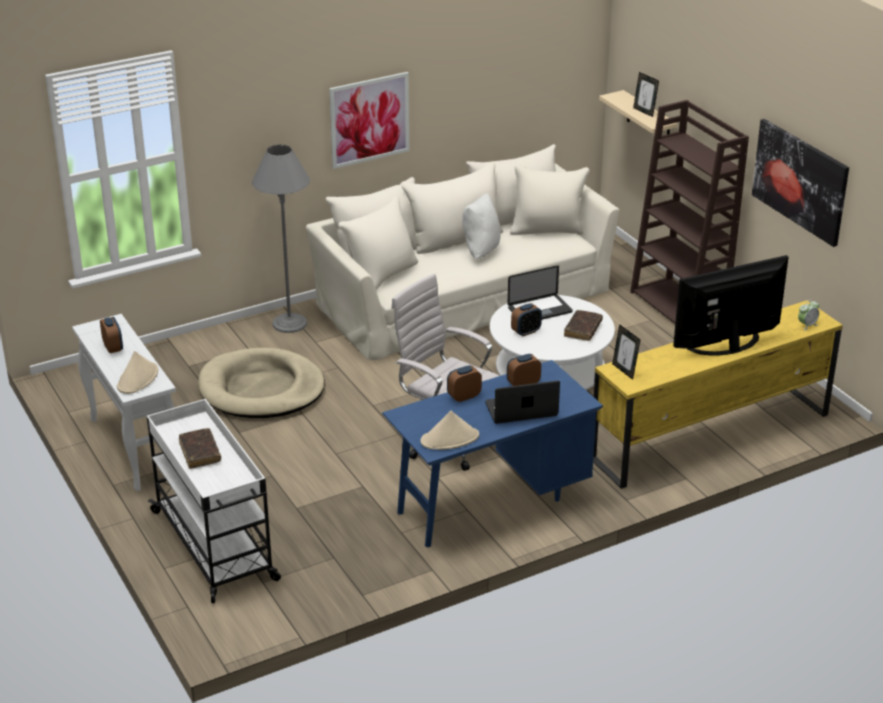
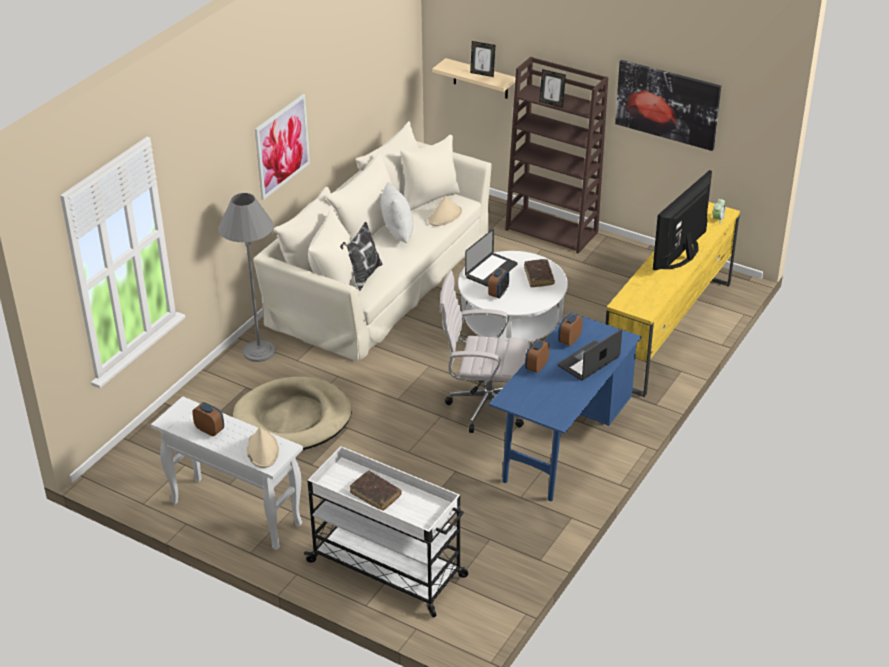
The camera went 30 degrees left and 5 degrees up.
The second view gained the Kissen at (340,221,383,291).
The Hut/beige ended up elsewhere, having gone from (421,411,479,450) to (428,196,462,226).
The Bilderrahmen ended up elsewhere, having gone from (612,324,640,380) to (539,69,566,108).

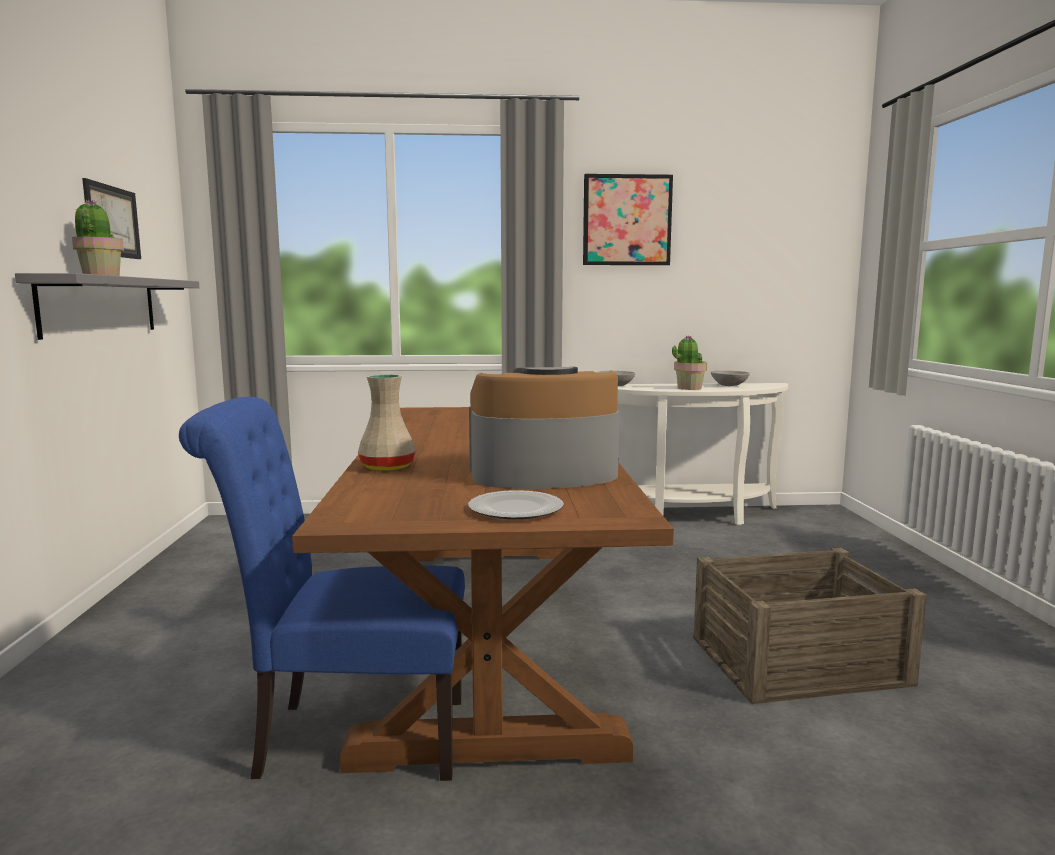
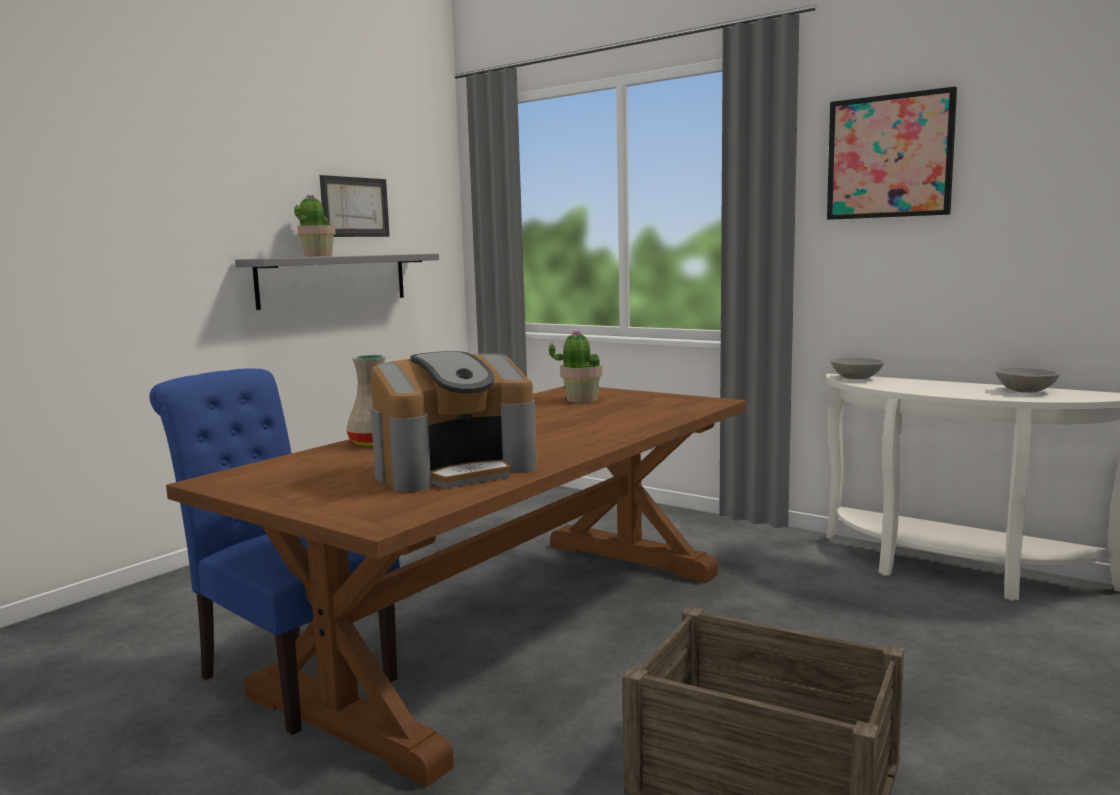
The camera went 40 degrees right and 0 degrees up.
The Kaffeemaschine at (469,367,619,489) ended up facing another way, 120 degrees clockwise from before.
The Topfpflanze ended up elsewhere, having gone from (672,335,707,390) to (549,331,603,403).
The second view lost the Teller at (468,490,564,519).

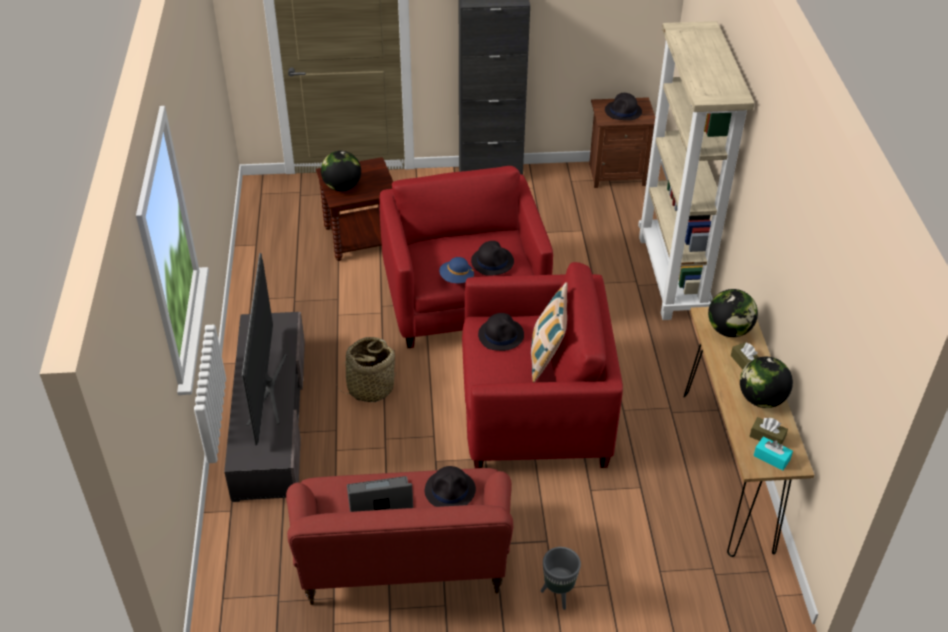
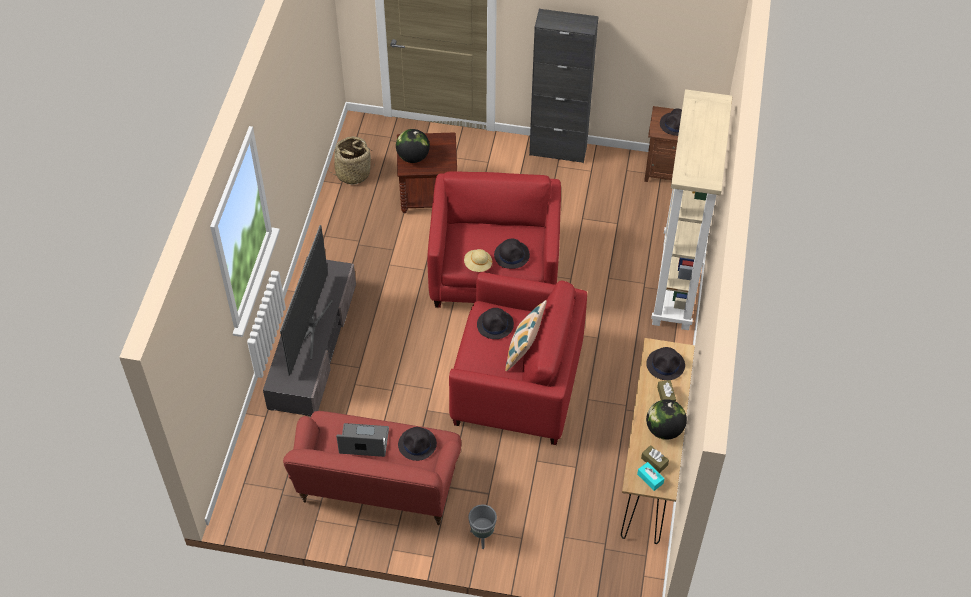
The camera went 15 degrees right and 10 degrees up.
The Korb ended up elsewhere, having gone from (335,337,398,402) to (327,136,374,185).
What was the Hut/blau at (439,257,474,283) turned into the Hut/beige at (464,249,493,272).
Where the Globus stood at (708,289,758,337), the Hut/schwarz came to stand at (646,347,685,380).

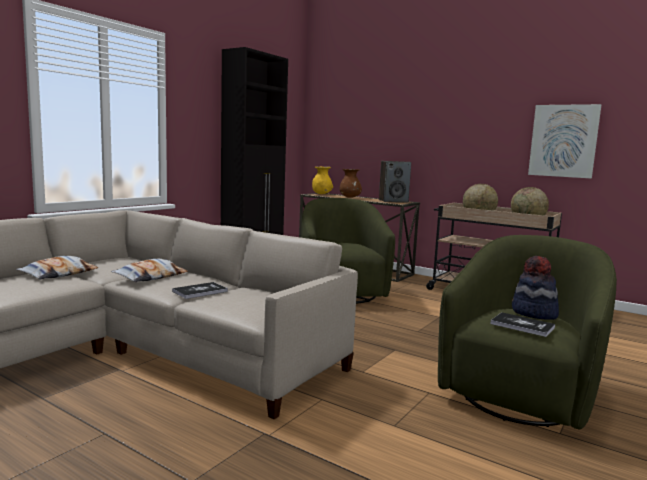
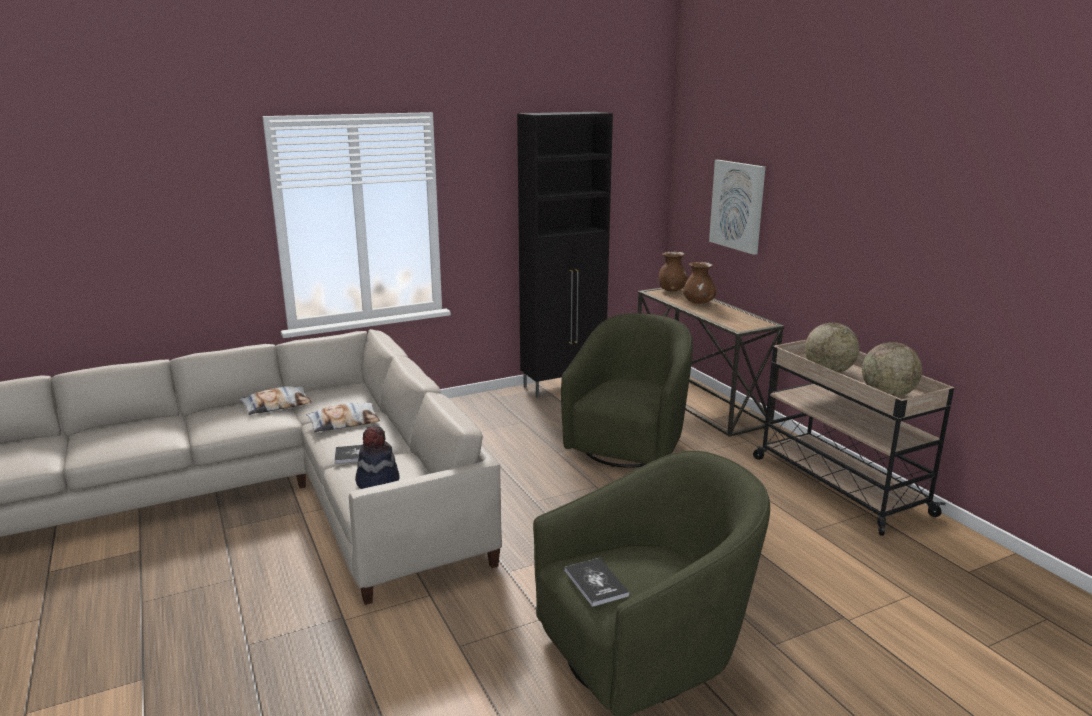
The camera went 30 degrees right and 10 degrees up.
The Hut ended up elsewhere, having gone from (512,256,559,320) to (355,425,400,489).
What was the Vase/gelb at (312,166,333,194) turned into the Vase/braun at (659,251,688,291).
The Bild ended up elsewhere, having gone from (528,104,601,178) to (709,160,765,255).
The second view lost the Lautsprecher at (379,161,411,203).

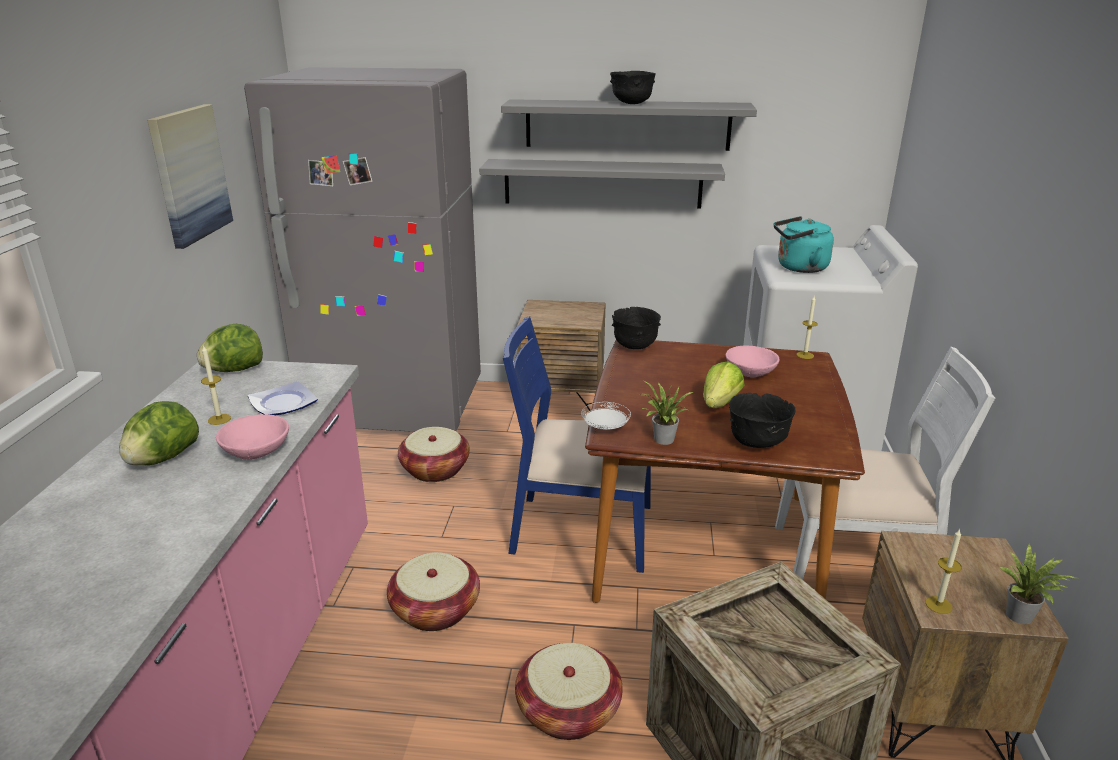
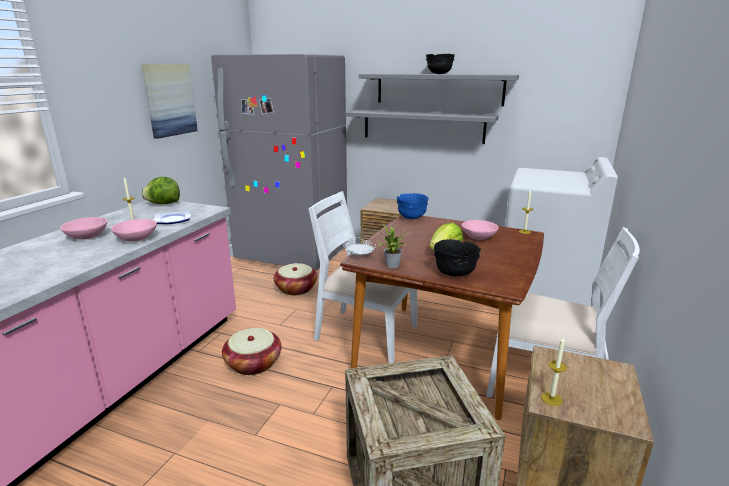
The camera went 15 degrees right and 5 degrees down.
Where the Salatkopf stood at (119,401,199,465), the Schüssel/rosa came to stand at (60,217,107,240).
What was the Stuhl/blau at (503,316,651,573) turned into the Stuhl/weiß at (308,191,417,363).
What was the Schüssel/schwarz at (612,307,661,349) turned into the Schüssel/blau at (397,193,429,219).
The second view lost the Korb at (515,643,623,740).
The second view lost the Wasserkessel/türkis at (774,216,834,273).
The second view lost the Topfpflanze at (1000,544,1077,624).

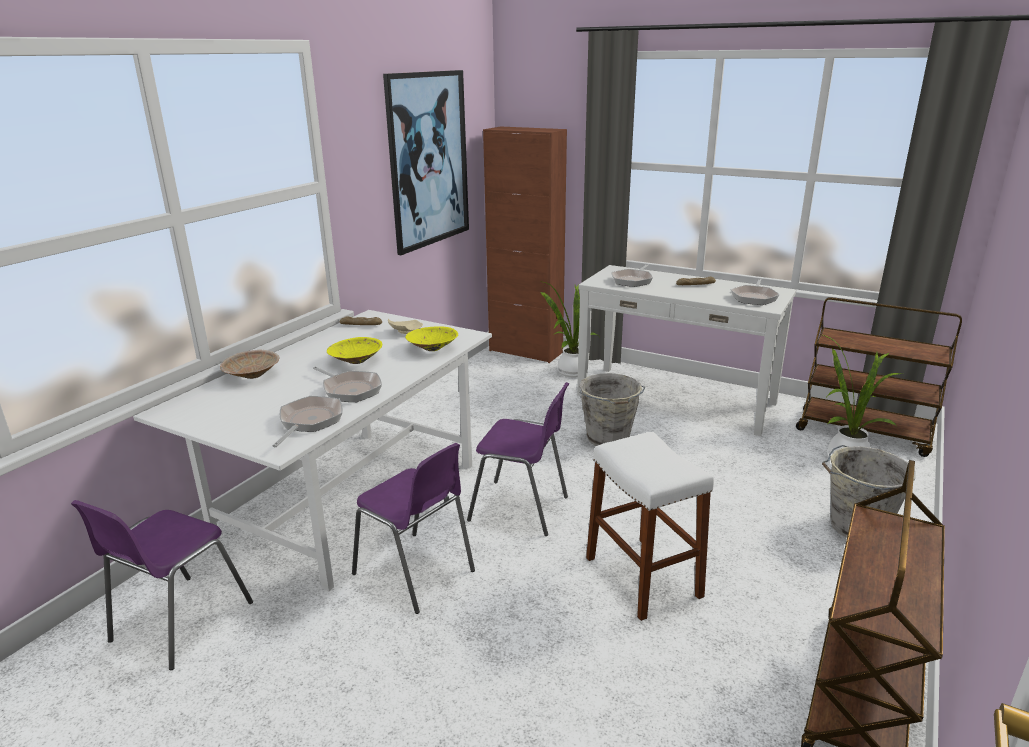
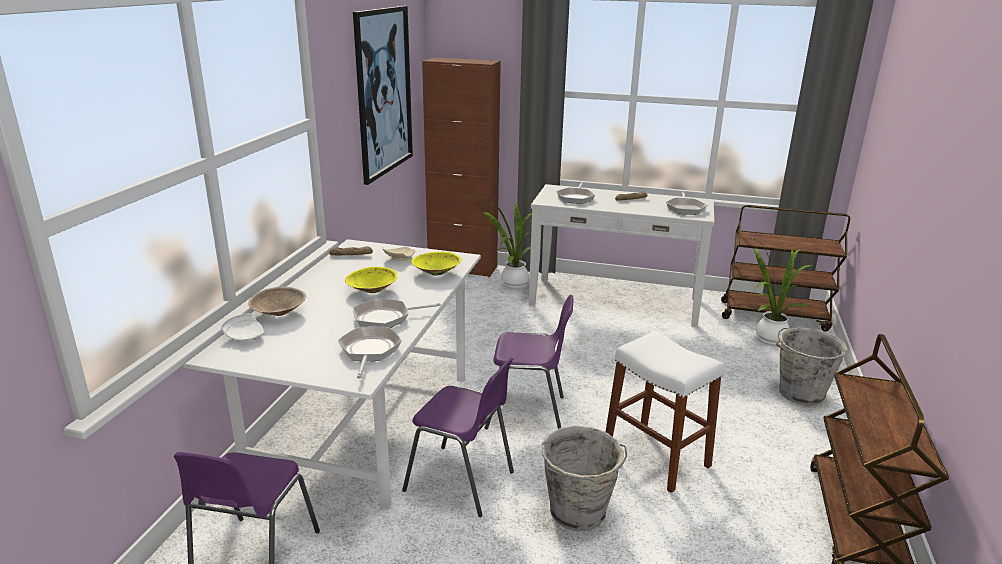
The camera went 15 degrees left and 0 degrees up.
The second view gained the Teller/weiß at (221,313,264,343).
The Pfanne at (313,366,382,402) ended up facing another way, 135 degrees clockwise from before.
The Eimer/grau ended up elsewhere, having gone from (579,373,645,446) to (542,426,627,531).

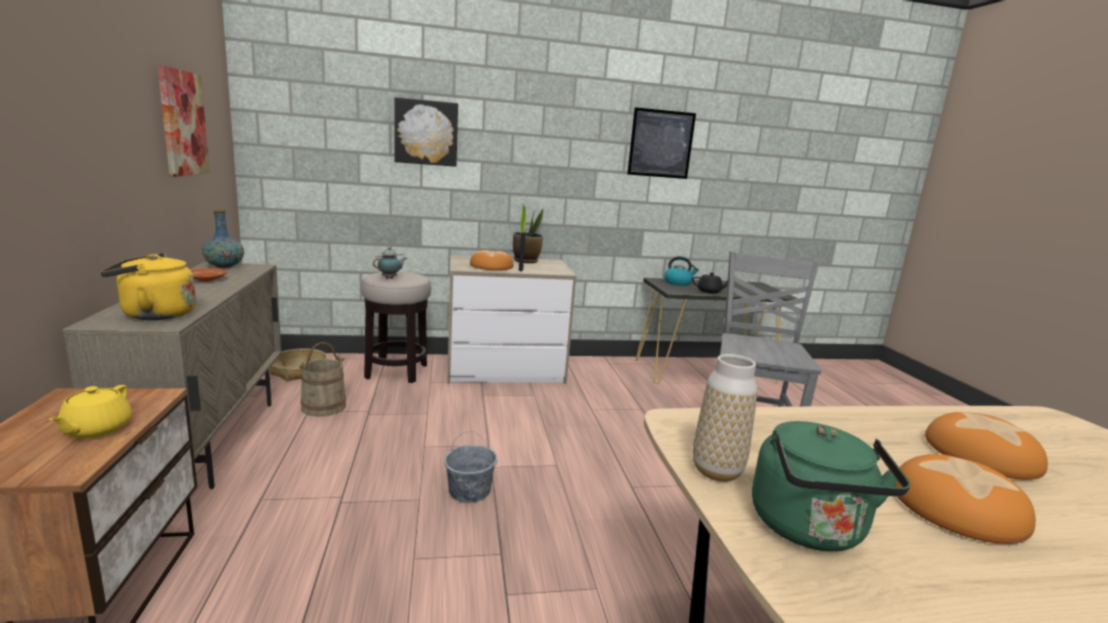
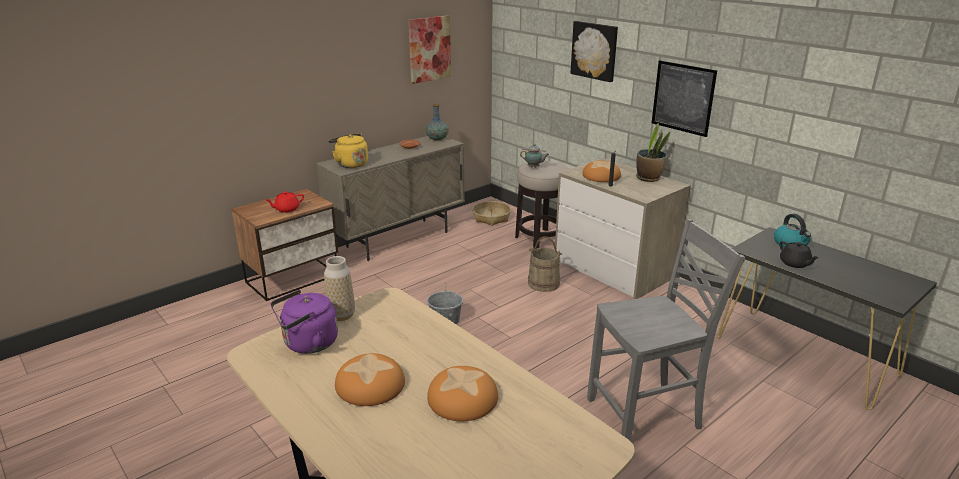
The camera went 60 degrees right and 10 degrees up.
What was the Teekanne/gelb at (49,385,132,439) turned into the Teekanne/rot at (266,191,304,213).
What was the Wasserkessel/grün at (752,421,910,551) turned into the Wasserkessel/lila at (271,290,338,354).
The Eimer/beige ended up elsewhere, having gone from (299,342,346,417) to (528,236,562,292).
The Bild ended up elsewhere, having gone from (627,107,696,179) to (652,60,717,137).

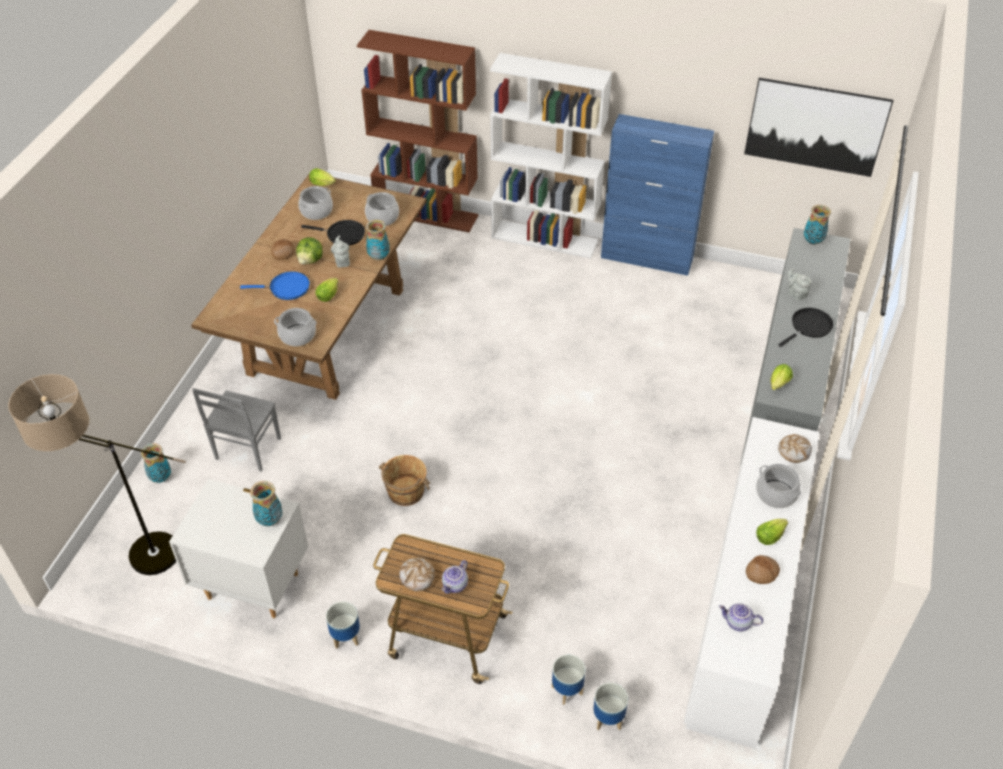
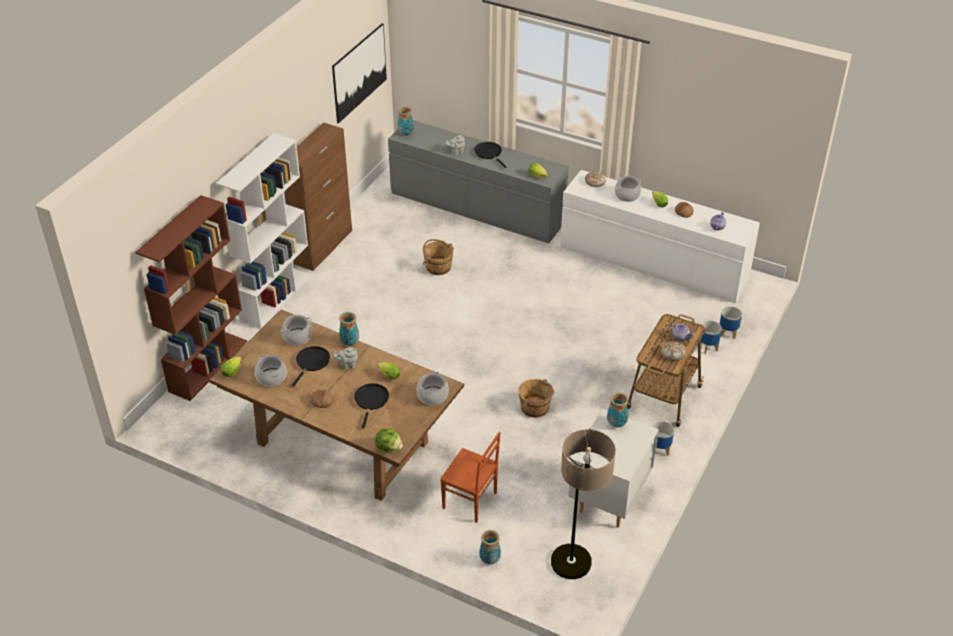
The camera went 80 degrees left and 5 degrees down.
What was the Schrank/blau at (601,114,714,276) turned into the Schrank/braun at (285,122,352,271).
What was the Pfanne/blau at (240,271,310,300) turned into the Pfanne/schwarz at (354,383,389,429).
The Salatkopf ended up elsewhere, having gone from (296,237,323,264) to (374,428,403,453).
The second view gained the Eimer/braun at (423,239,454,275).
What was the Stuhl/grau at (192,388,281,471) turned into the Stuhl/braun at (440,431,501,523).

